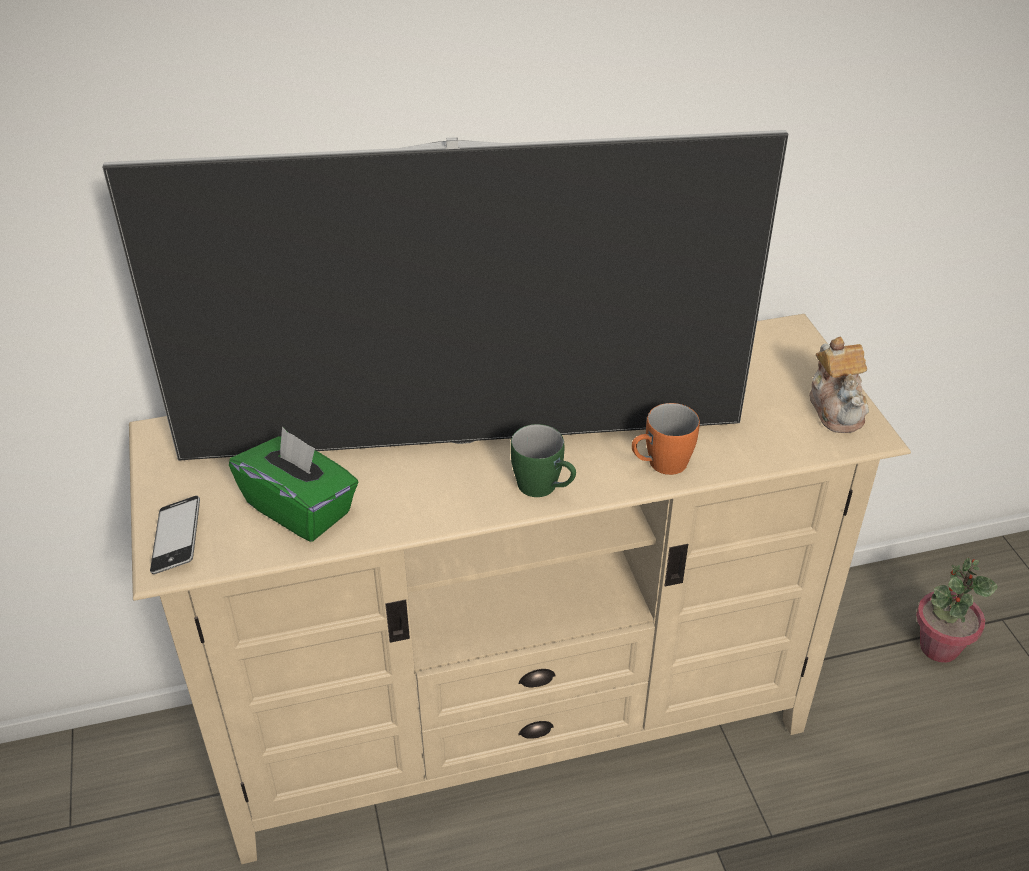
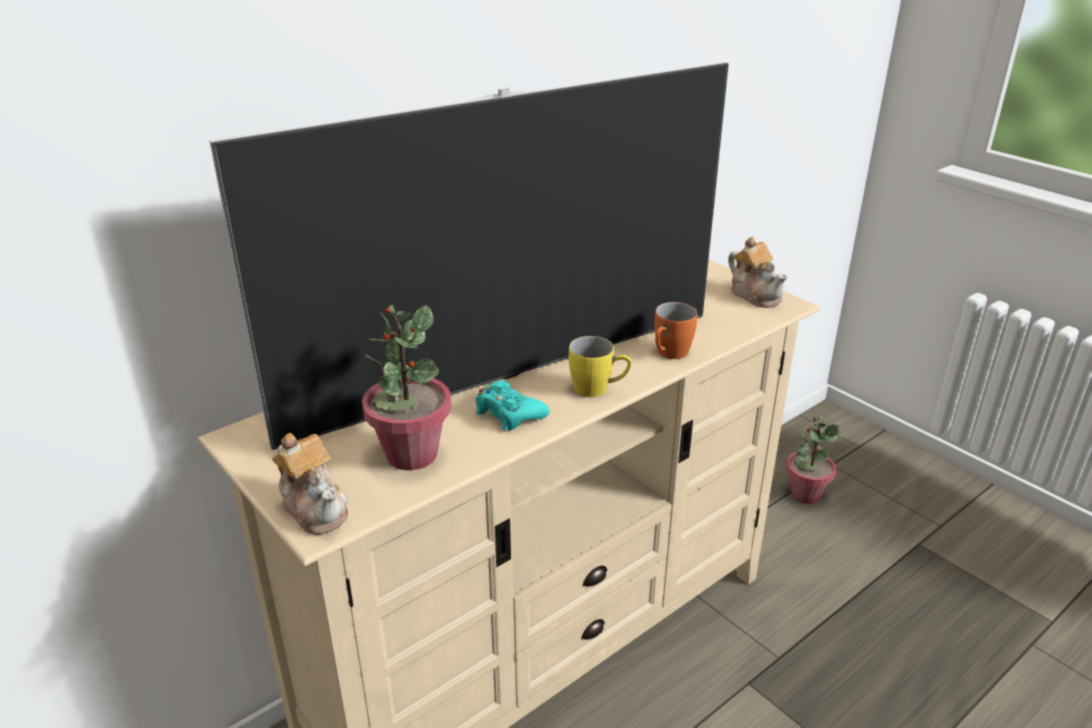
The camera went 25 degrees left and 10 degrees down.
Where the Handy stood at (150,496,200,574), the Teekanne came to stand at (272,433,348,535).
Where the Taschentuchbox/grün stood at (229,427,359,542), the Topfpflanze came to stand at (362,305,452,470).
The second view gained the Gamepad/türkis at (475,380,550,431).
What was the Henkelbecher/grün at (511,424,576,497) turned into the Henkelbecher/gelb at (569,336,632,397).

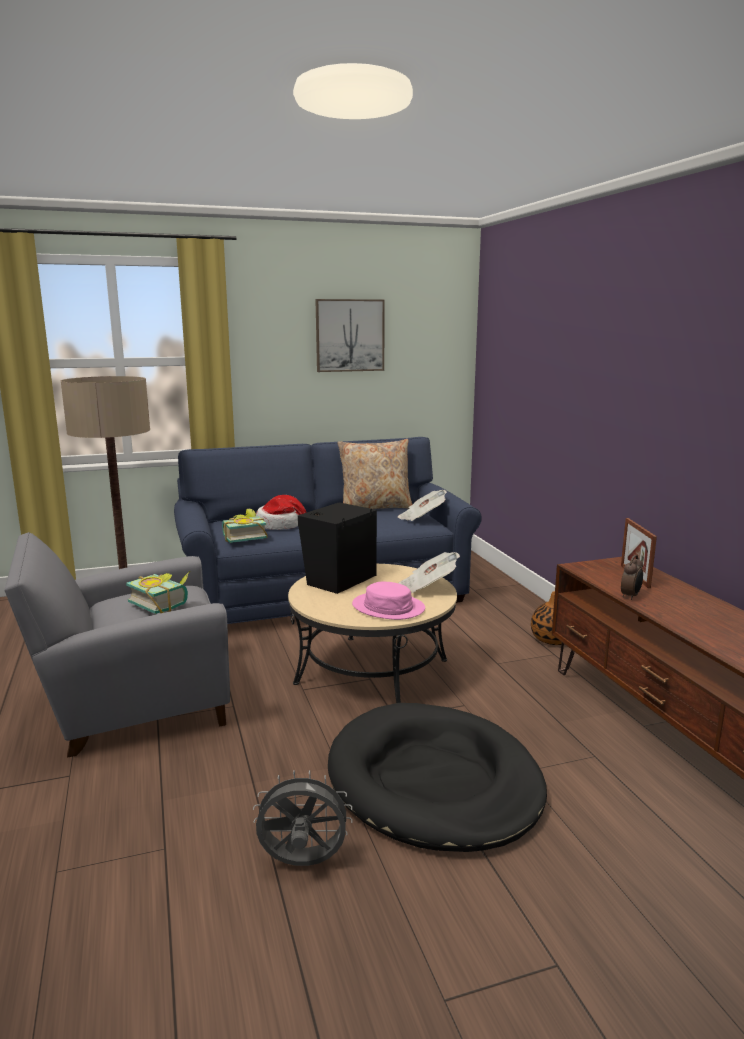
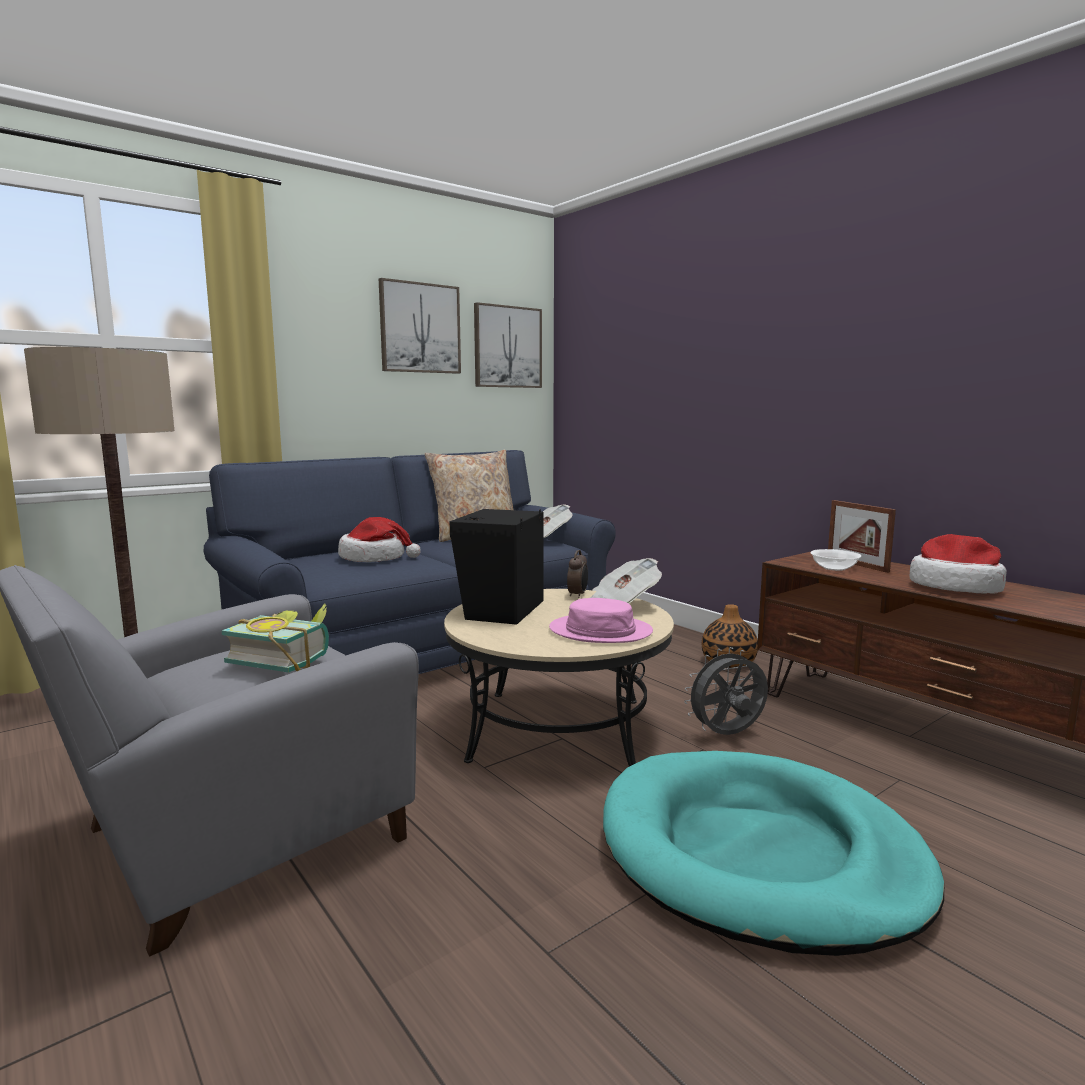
The camera went 20 degrees left and 5 degrees down.
The second view gained the Bild at (474,302,542,388).
The Wecker ended up elsewhere, having gone from (621,555,643,600) to (567,550,588,598).
What was the Hundebett/schwarz at (328,703,547,852) turned into the Hundebett/türkis at (603,751,944,956).
The Ventilator/grau ended up elsewhere, having gone from (253,770,353,866) to (684,647,768,735).
The second view gained the Schüssel at (810,549,861,571).
The second view gained the Hut at (910,534,1007,594).
The second view lost the Buch at (222,509,268,543).

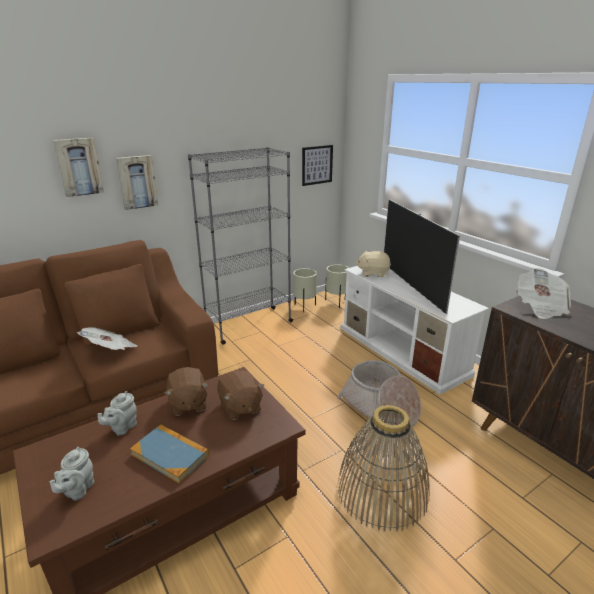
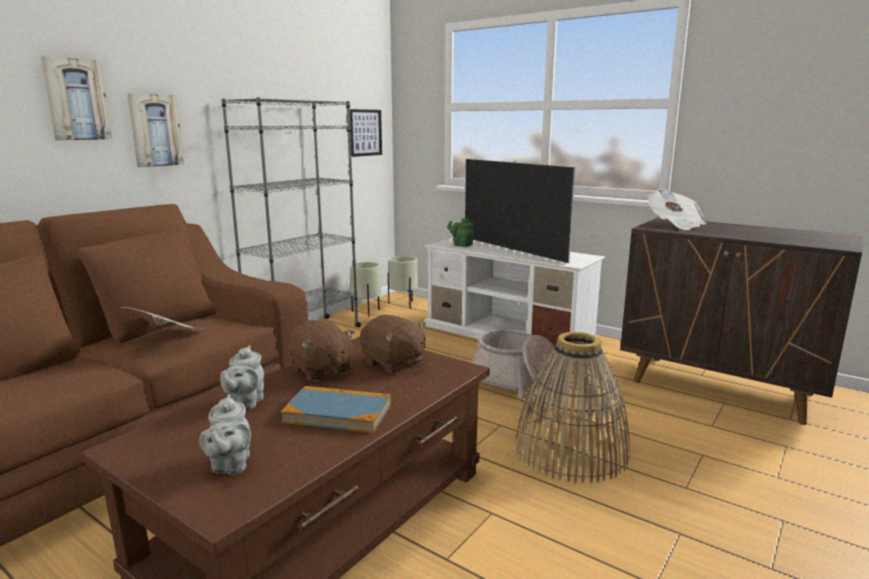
The camera went 20 degrees left and 10 degrees down.
Where the Plüschtier/beige stood at (356,251,391,277), the Teekanne/grün came to stand at (447,218,474,247).

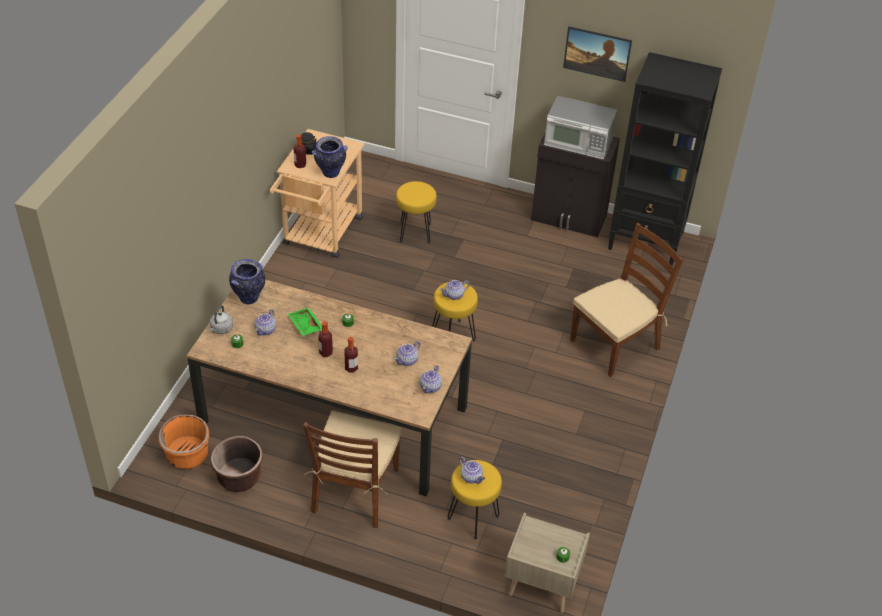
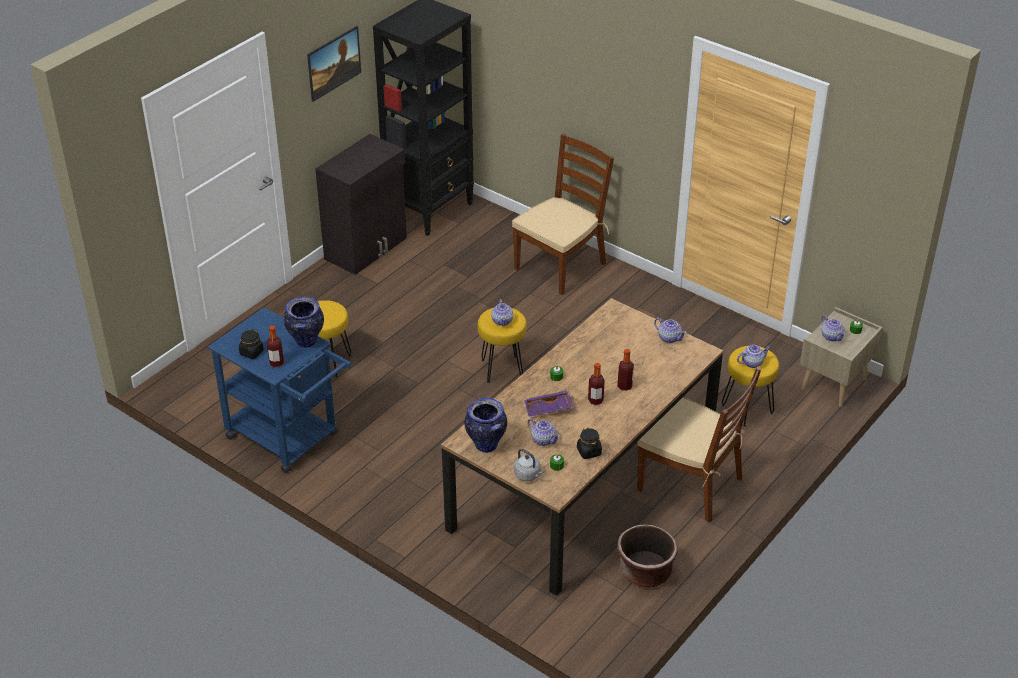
The camera went 70 degrees left and 5 degrees down.
What was the Rollwagen/beige at (270,129,365,258) turned into the Rollwagen/blau at (208,307,351,473).
The Stuhl/braun at (570,223,683,377) ended up facing another way, 60 degrees clockwise from before.
What was the Tablett/grün at (288,307,322,336) turned into the Tablett/lila at (524,390,573,417).
The second view gained the Vorratsglas/schwarz at (577,428,602,459).
The Teekanne ended up elsewhere, having gone from (394,341,421,366) to (821,315,846,341).
The second view lost the Pflanzkübel/orange at (158,414,209,469).
The second view lost the Mikrowelle at (544,96,617,159).

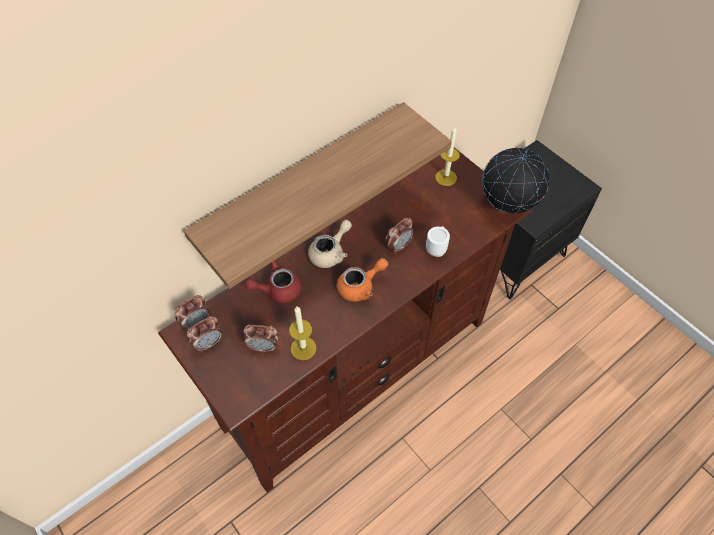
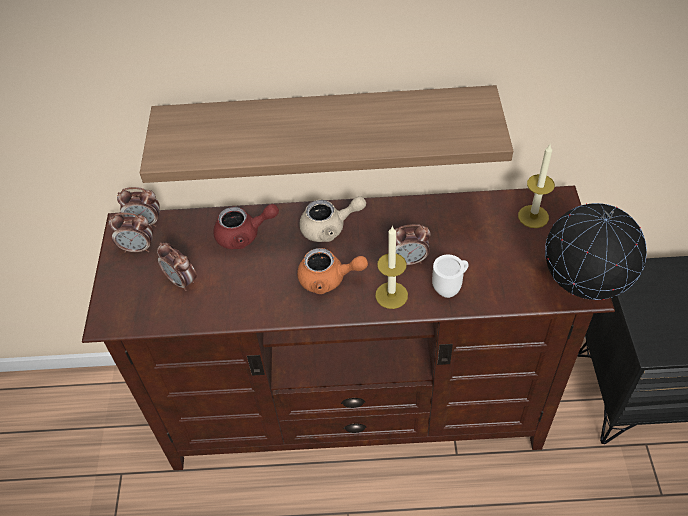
The camera went 40 degrees right and 5 degrees down.
The Teekanne/rot at (244,260,302,303) ended up facing another way, 150 degrees clockwise from before.
The Kerze ended up elsewhere, having gone from (289,307,316,360) to (375,226,408,309).

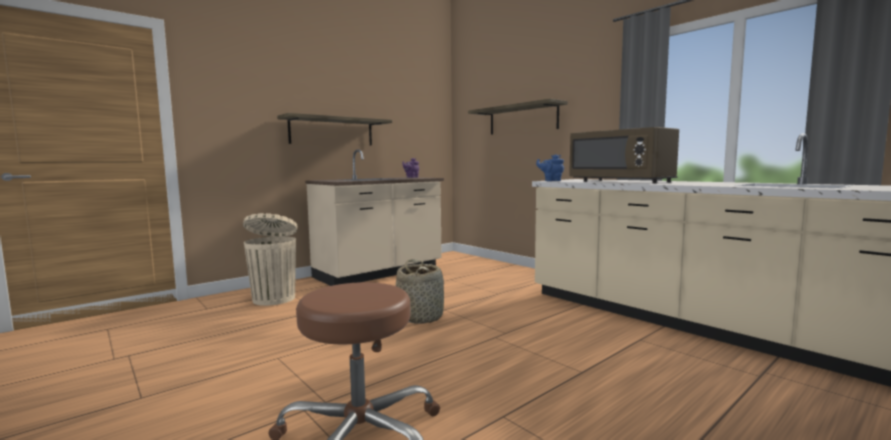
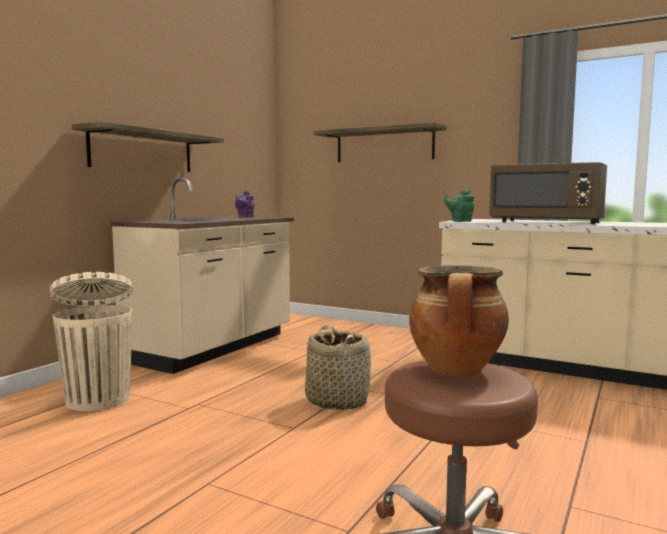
The camera went 20 degrees left and 0 degrees up.
The second view gained the Kochtopf at (409,265,509,377).
What was the Teekanne/blau at (536,154,564,181) turned into the Teekanne/grün at (444,190,474,222).

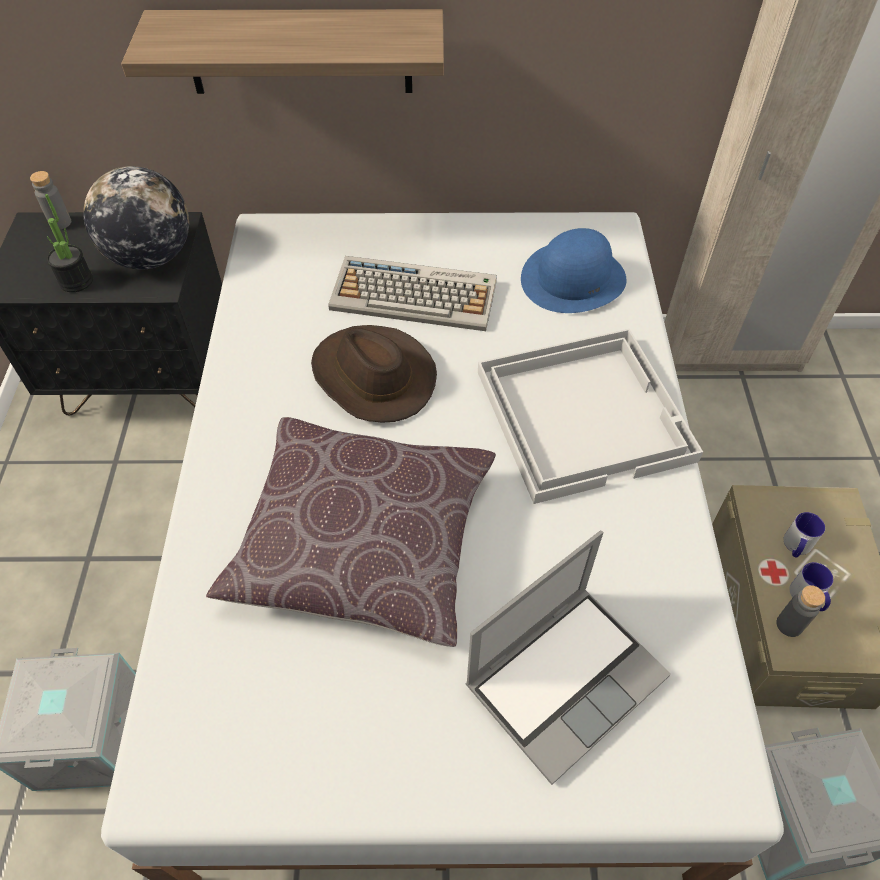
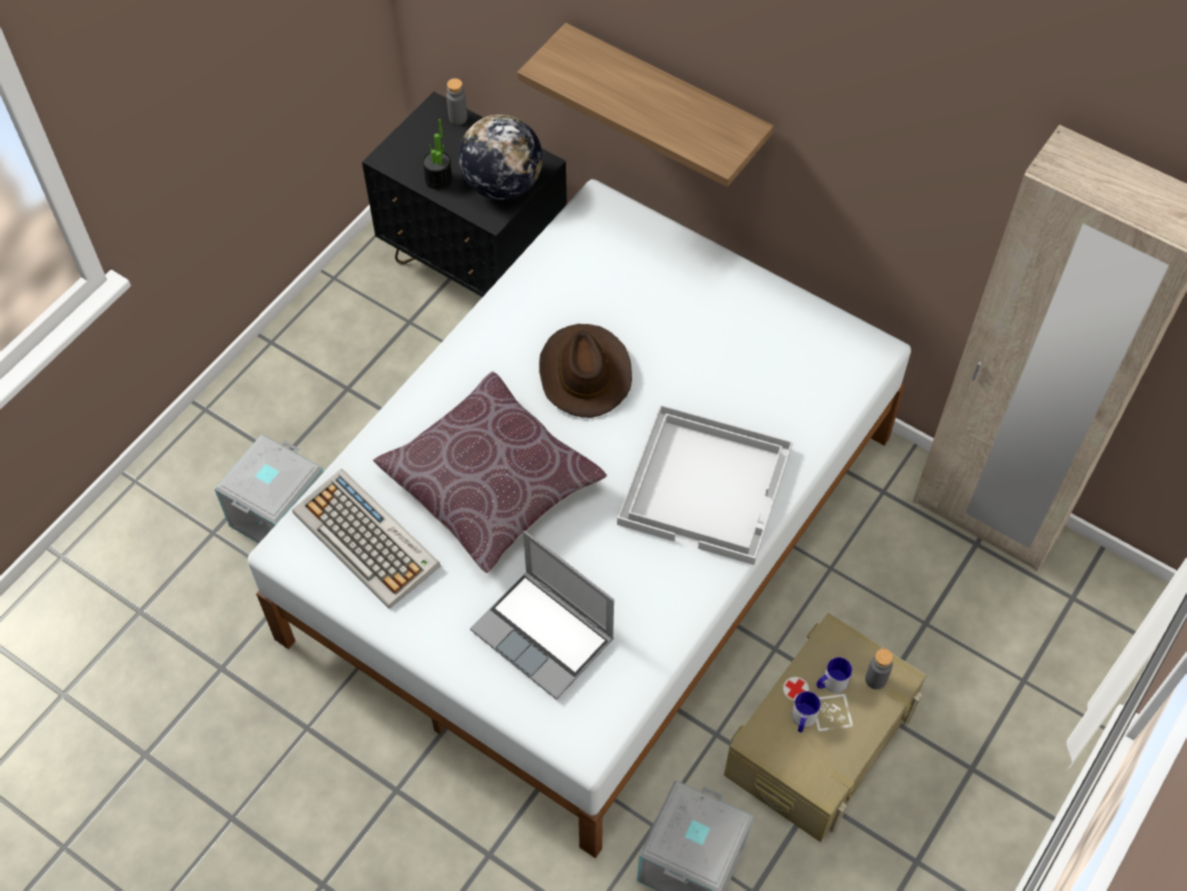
The camera went 35 degrees right and 5 degrees up.
The Tastatur ended up elsewhere, having gone from (328,256,497,331) to (292,469,441,609).
The Laptop at (465,531,671,785) ended up facing another way, 45 degrees clockwise from before.
The Flasche/grau ended up elsewhere, having gone from (776,585,825,637) to (865,649,893,690).
The second view lost the Hut/blau at (521,228,626,313).

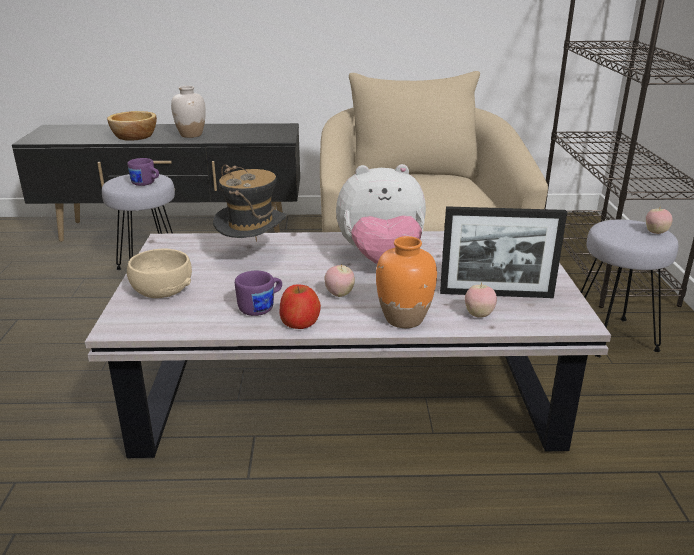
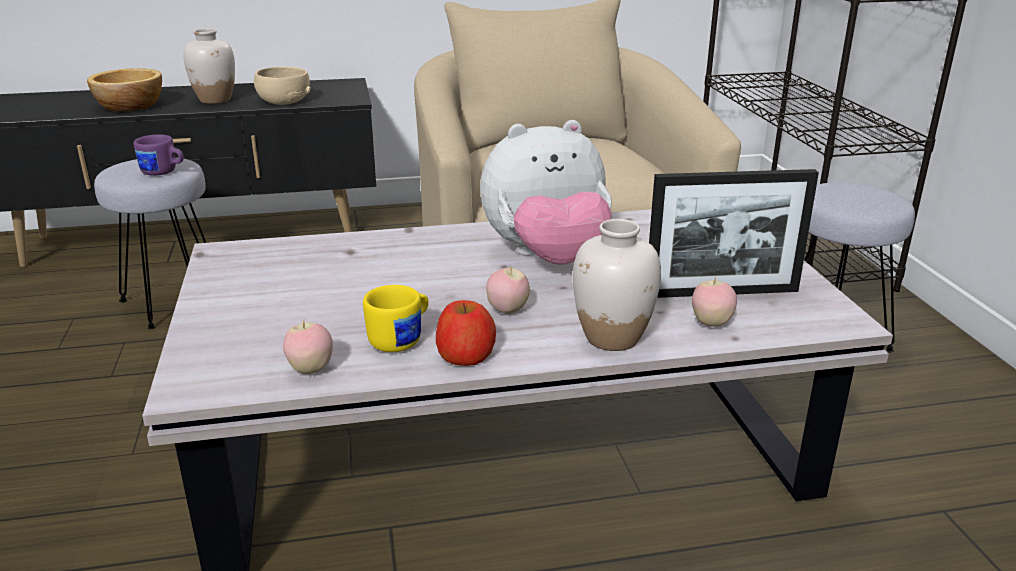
The camera went 10 degrees left and 0 degrees up.
The Schüssel/beige ended up elsewhere, having gone from (127,248,192,298) to (254,67,311,105).
The Apfel ended up elsewhere, having gone from (646,206,673,234) to (283,320,333,374).
What was the Henkelbecher/lila at (235,271,282,316) turned into the Henkelbecher/gelb at (363,285,429,352).
What was the Vase/orange at (376,236,437,328) turned into the Vase/weiß at (573,219,661,351).
The second view lost the Hut at (213,165,288,242).

